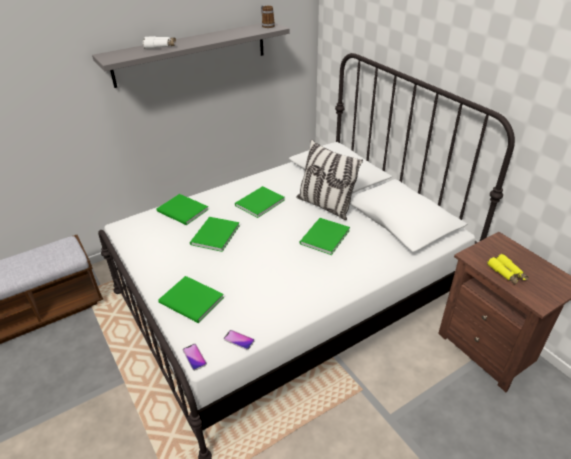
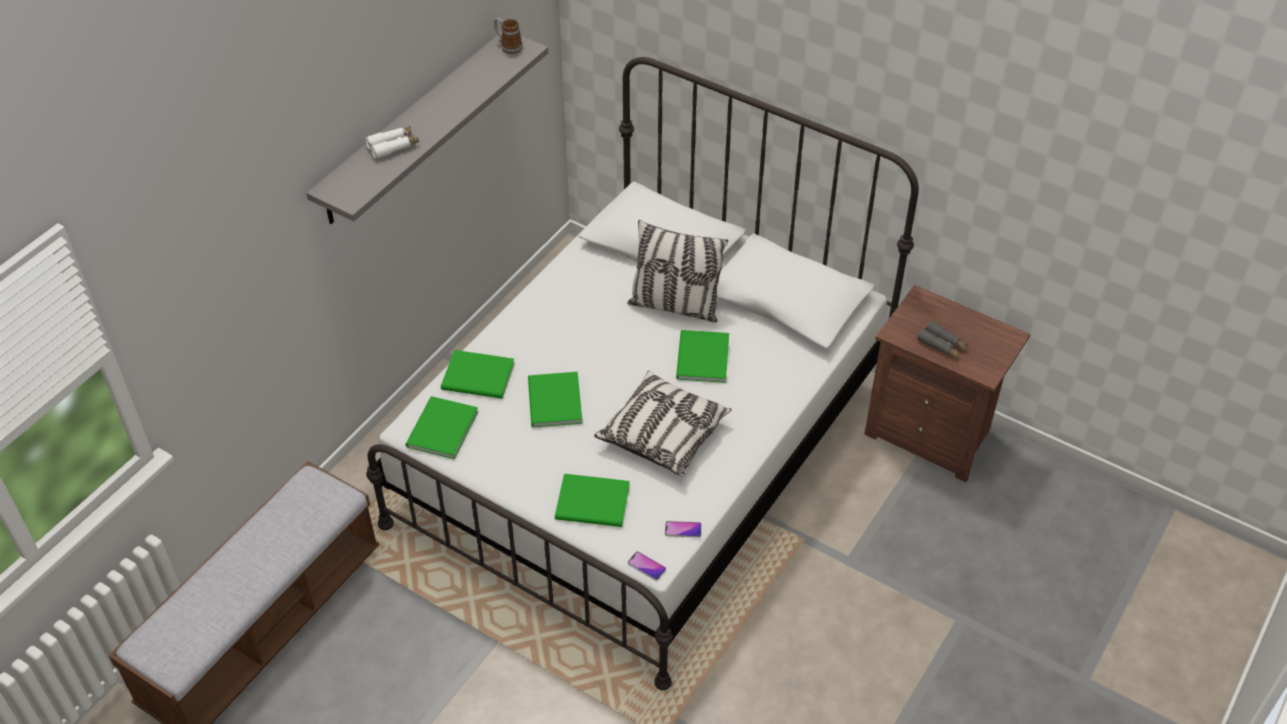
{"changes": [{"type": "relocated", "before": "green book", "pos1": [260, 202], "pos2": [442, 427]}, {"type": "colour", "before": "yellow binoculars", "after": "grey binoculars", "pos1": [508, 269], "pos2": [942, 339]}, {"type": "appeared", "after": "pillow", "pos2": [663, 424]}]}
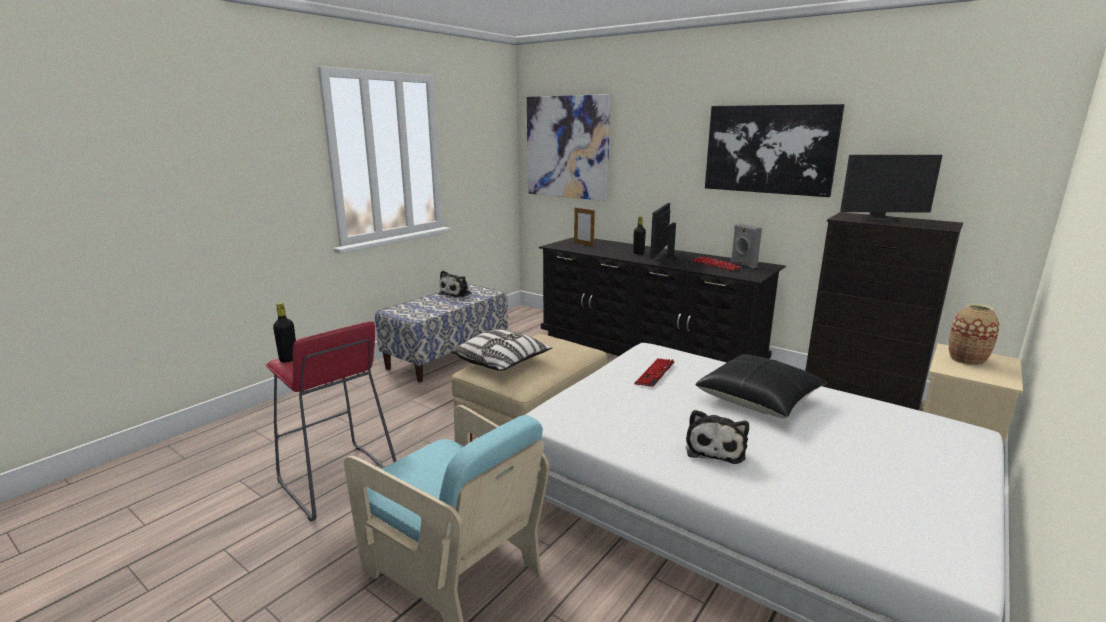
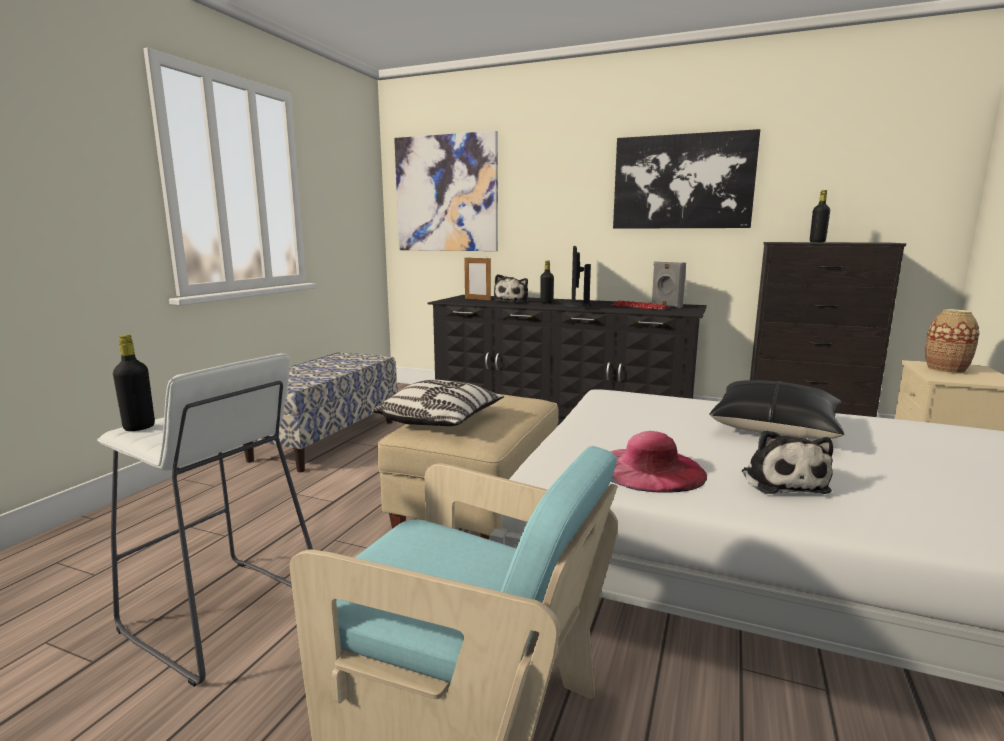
{"changes": [{"type": "colour", "before": "red stool", "after": "white stool", "pos1": [331, 421], "pos2": [205, 520]}, {"type": "relocated", "before": "plush toy", "pos1": [455, 284], "pos2": [511, 288]}, {"type": "missing", "before": "keyboard", "pos1": [654, 372]}, {"type": "exchanged", "before": "monitor", "after": "black bottle", "pos1": [891, 189], "pos2": [820, 216]}, {"type": "appeared", "after": "pink hat", "pos2": [658, 462]}]}
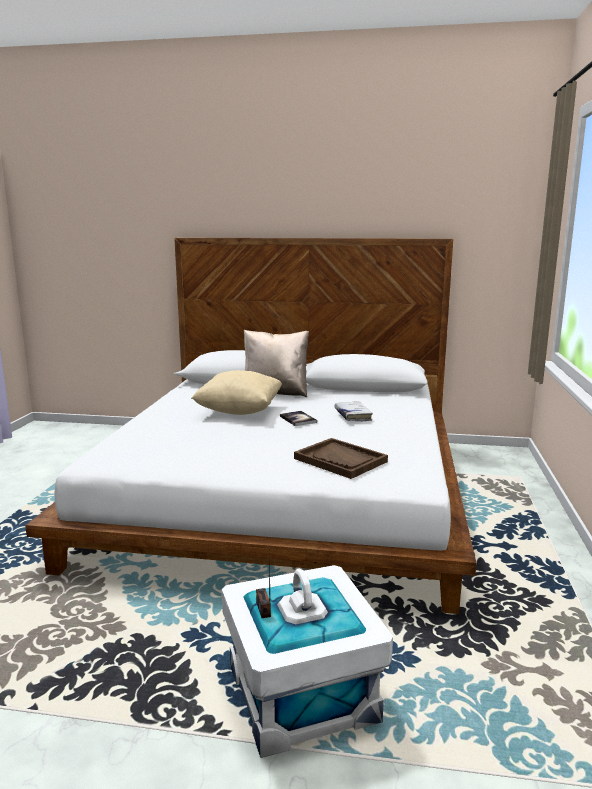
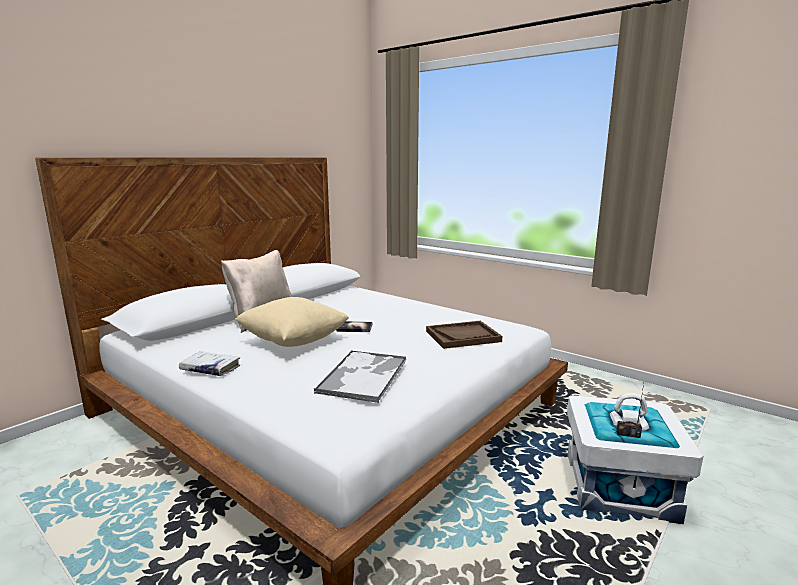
{"changes": [{"type": "relocated", "before": "white book", "pos1": [353, 411], "pos2": [209, 363]}, {"type": "appeared", "after": "tray", "pos2": [360, 377]}]}
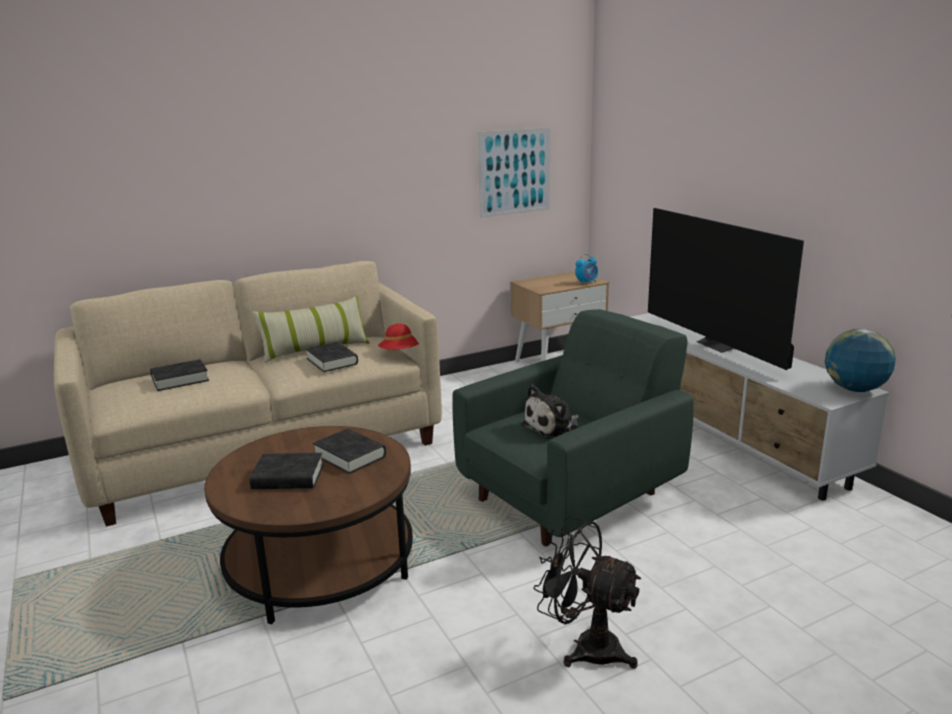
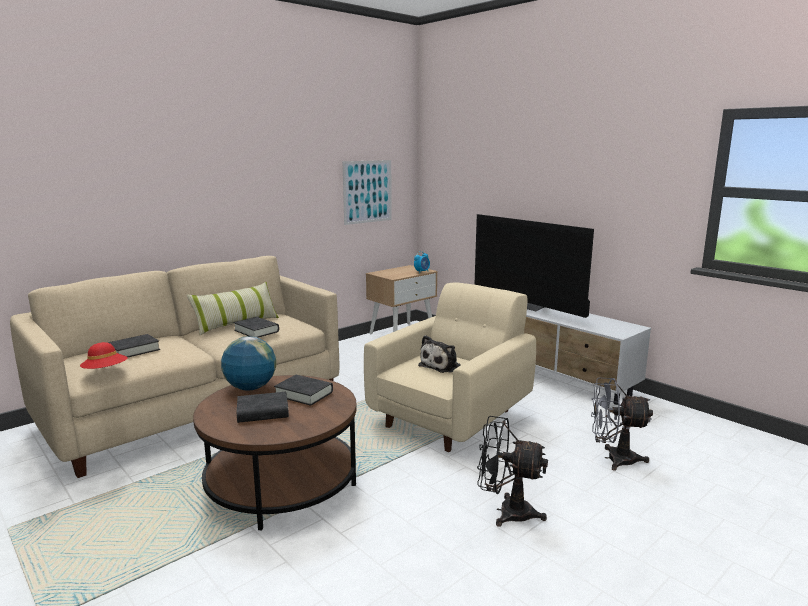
{"changes": [{"type": "relocated", "before": "red hat", "pos1": [398, 336], "pos2": [104, 355]}, {"type": "colour", "before": "green armchair", "after": "beige armchair", "pos1": [573, 427], "pos2": [450, 367]}, {"type": "relocated", "before": "globe", "pos1": [860, 360], "pos2": [248, 363]}, {"type": "appeared", "after": "grey fan", "pos2": [622, 424]}]}
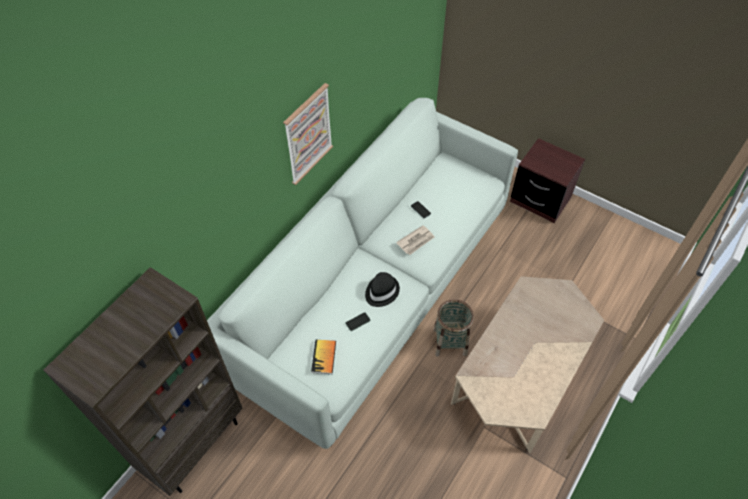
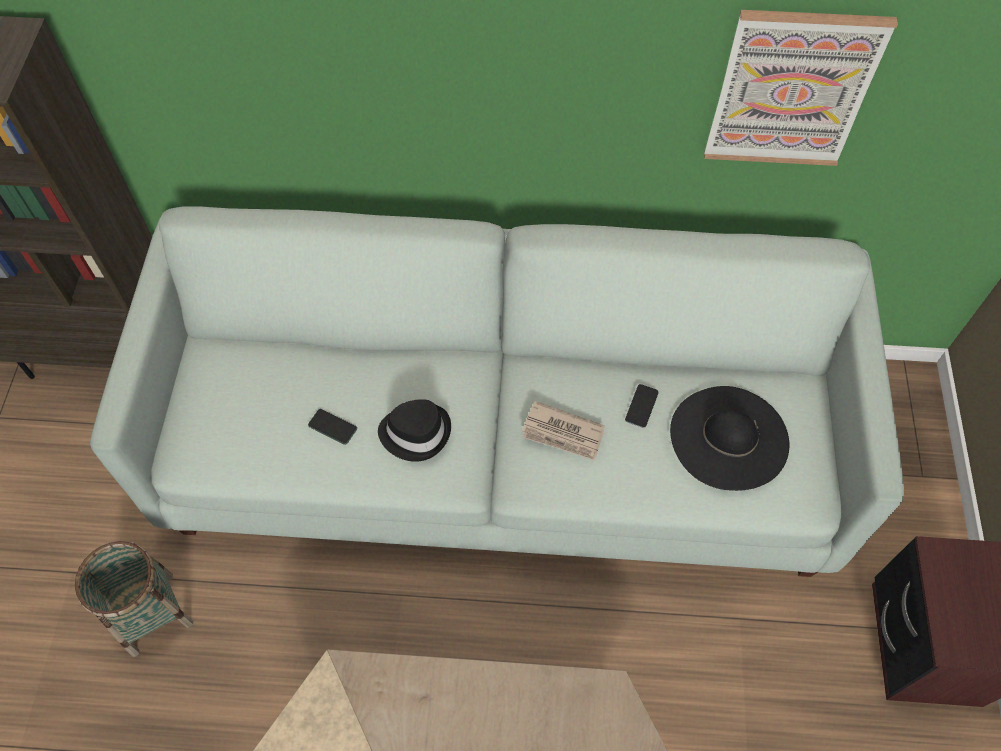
{"changes": [{"type": "relocated", "before": "picture", "pos1": [308, 134], "pos2": [801, 88]}, {"type": "missing", "before": "book", "pos1": [323, 356]}, {"type": "relocated", "before": "basket", "pos1": [454, 328], "pos2": [134, 599]}, {"type": "appeared", "after": "black hat", "pos2": [729, 438]}]}
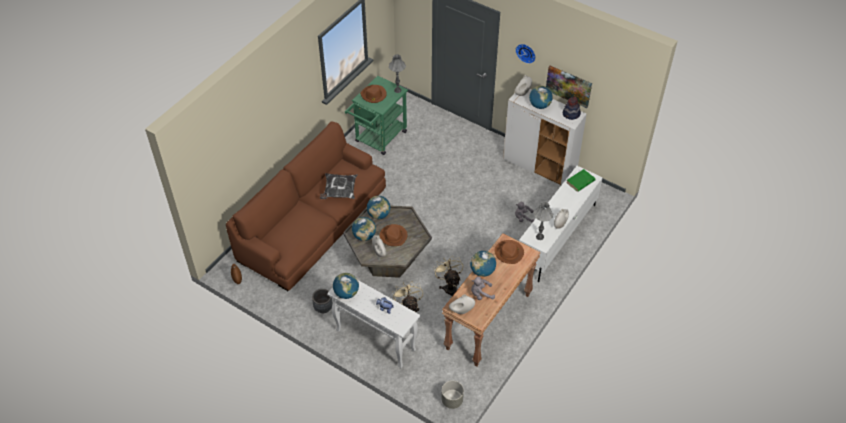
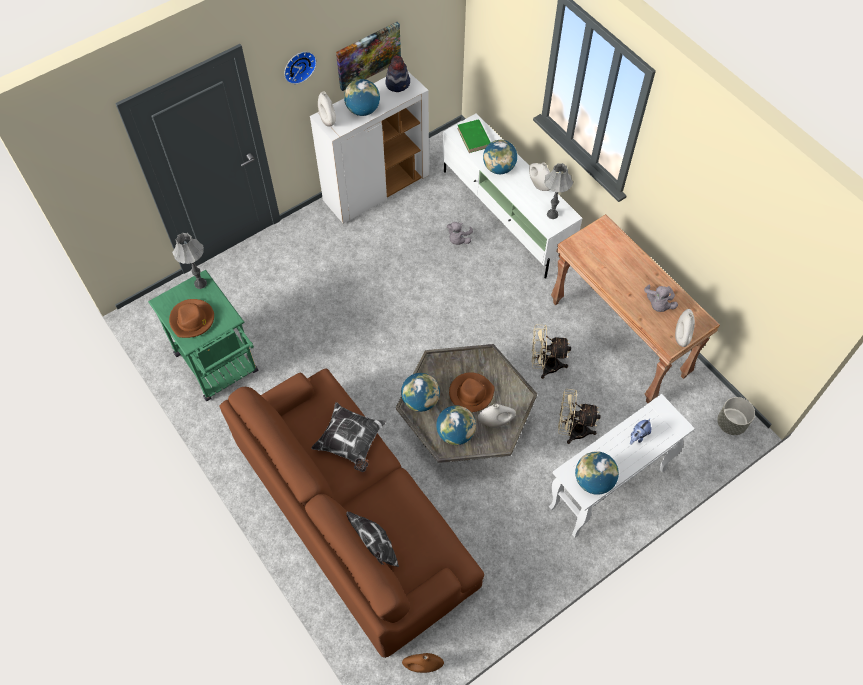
{"changes": [{"type": "missing", "before": "grey planter", "pos1": [322, 301]}, {"type": "relocated", "before": "globe", "pos1": [483, 264], "pos2": [500, 157]}, {"type": "missing", "before": "brown hat", "pos1": [509, 252]}, {"type": "appeared", "after": "pillow", "pos2": [372, 539]}]}
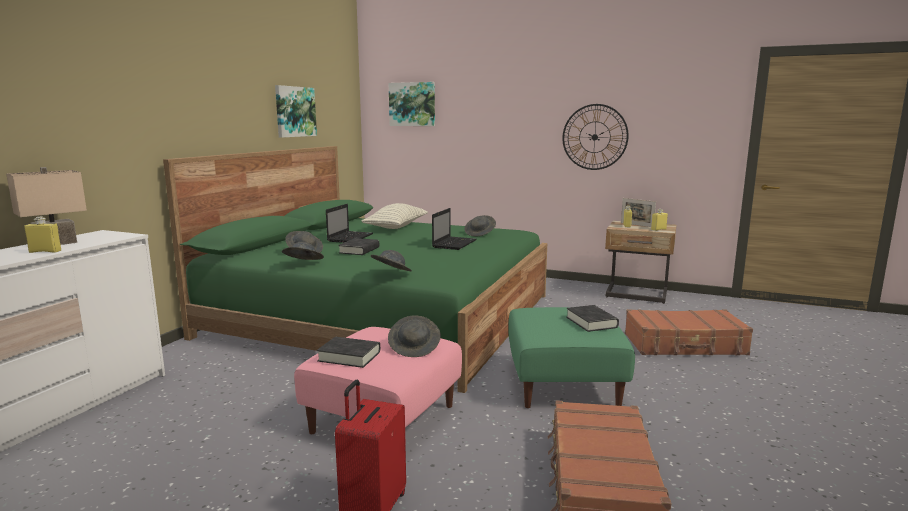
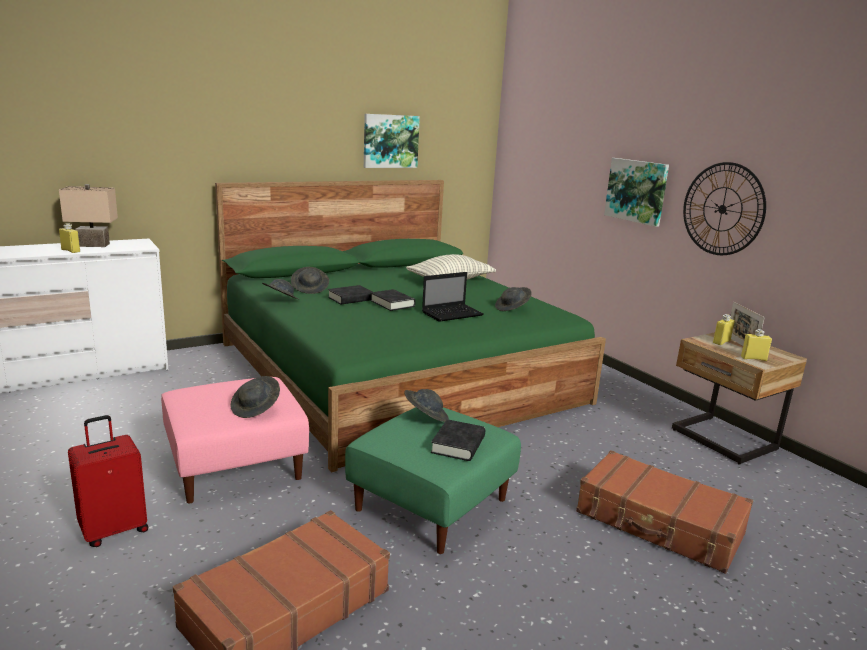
{"changes": [{"type": "relocated", "before": "black book", "pos1": [348, 352], "pos2": [393, 300]}, {"type": "missing", "before": "laptop", "pos1": [349, 223]}, {"type": "relocated", "before": "grey hat", "pos1": [391, 260], "pos2": [426, 405]}, {"type": "relocated", "before": "picture", "pos1": [412, 104], "pos2": [636, 192]}]}
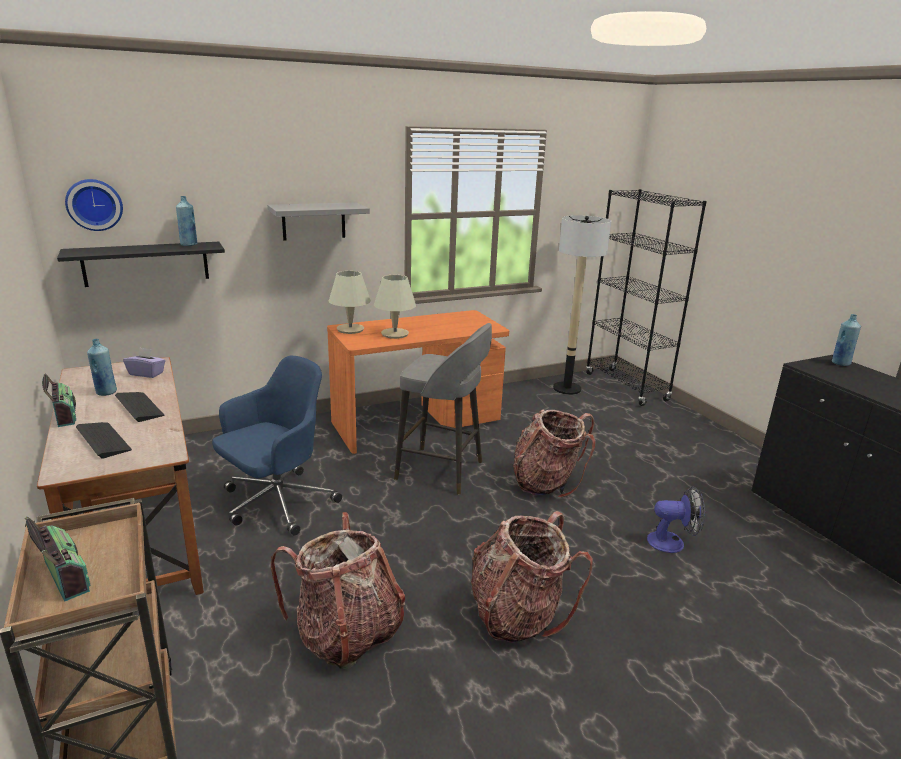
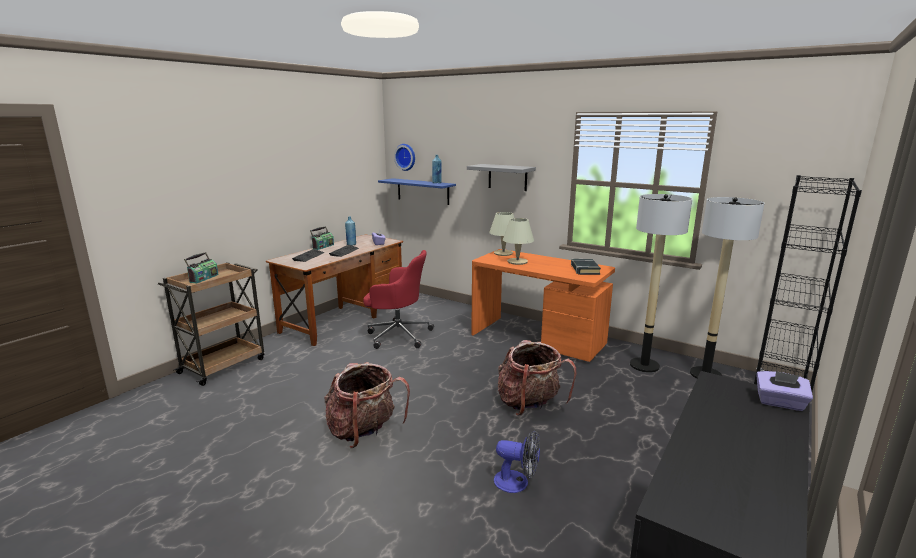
{"changes": [{"type": "colour", "before": "black shelf", "after": "blue shelf", "pos1": [141, 264], "pos2": [417, 191]}, {"type": "colour", "before": "blue office chair", "after": "red office chair", "pos1": [277, 445], "pos2": [398, 299]}, {"type": "missing", "before": "backpack", "pos1": [338, 590]}, {"type": "missing", "before": "grey stool", "pos1": [443, 409]}, {"type": "spun", "before": "fan", "pos1": [676, 520], "pos2": [517, 461], "turn": -45}, {"type": "exchanged", "before": "blue bottle", "after": "purple tissue box", "pos1": [846, 340], "pos2": [784, 391]}, {"type": "appeared", "after": "black book", "pos2": [586, 267]}, {"type": "appeared", "after": "floor lamp", "pos2": [661, 283]}]}
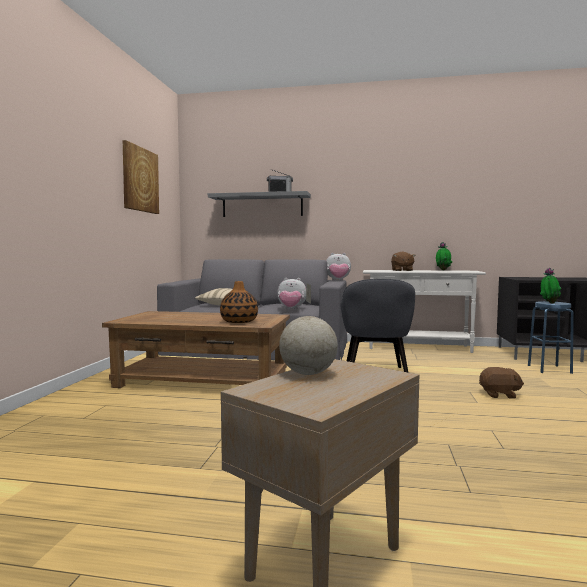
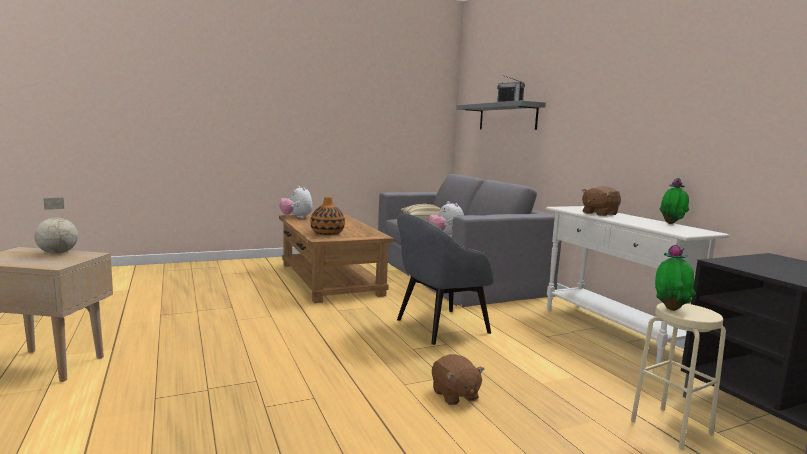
{"changes": [{"type": "missing", "before": "picture", "pos1": [141, 177]}, {"type": "relocated", "before": "plush toy", "pos1": [338, 267], "pos2": [296, 202]}, {"type": "colour", "before": "blue stool", "after": "beige stool", "pos1": [551, 337], "pos2": [678, 376]}]}
